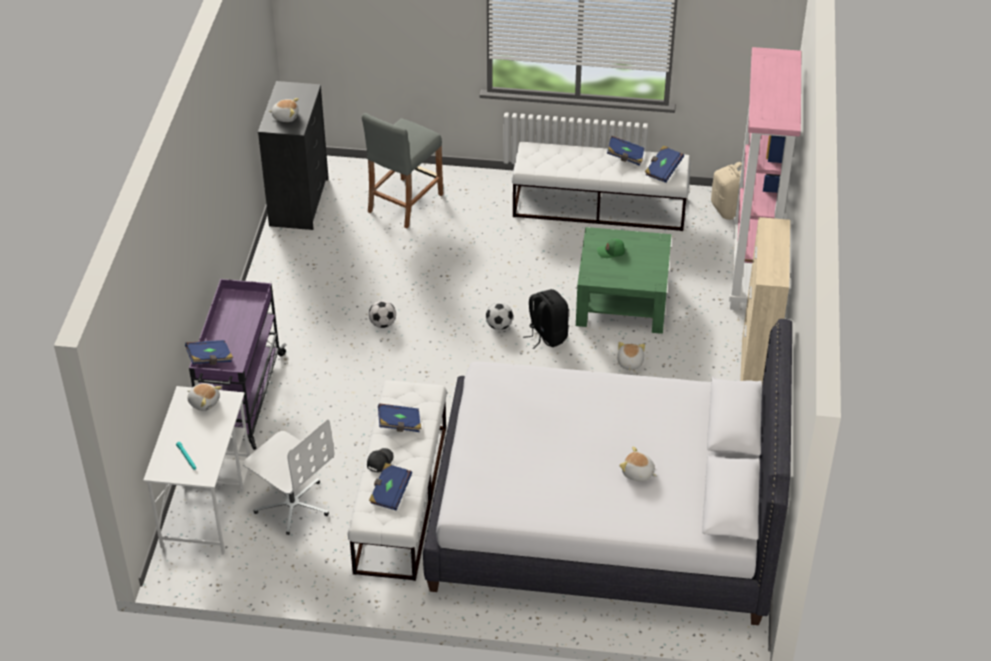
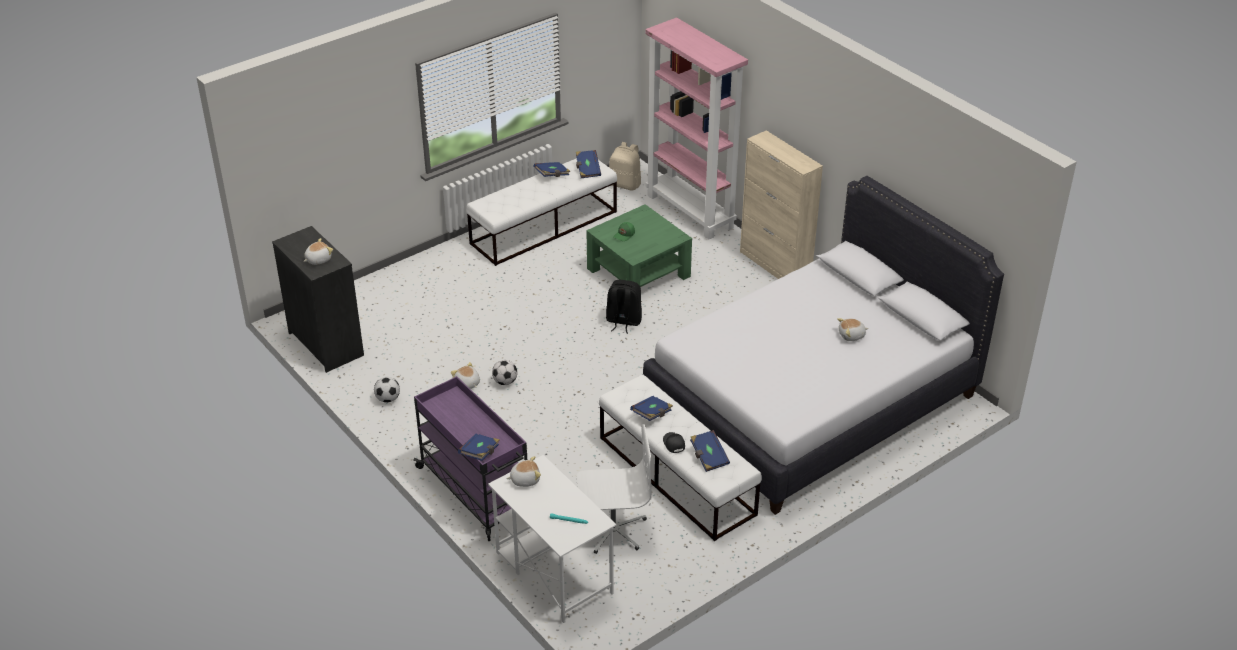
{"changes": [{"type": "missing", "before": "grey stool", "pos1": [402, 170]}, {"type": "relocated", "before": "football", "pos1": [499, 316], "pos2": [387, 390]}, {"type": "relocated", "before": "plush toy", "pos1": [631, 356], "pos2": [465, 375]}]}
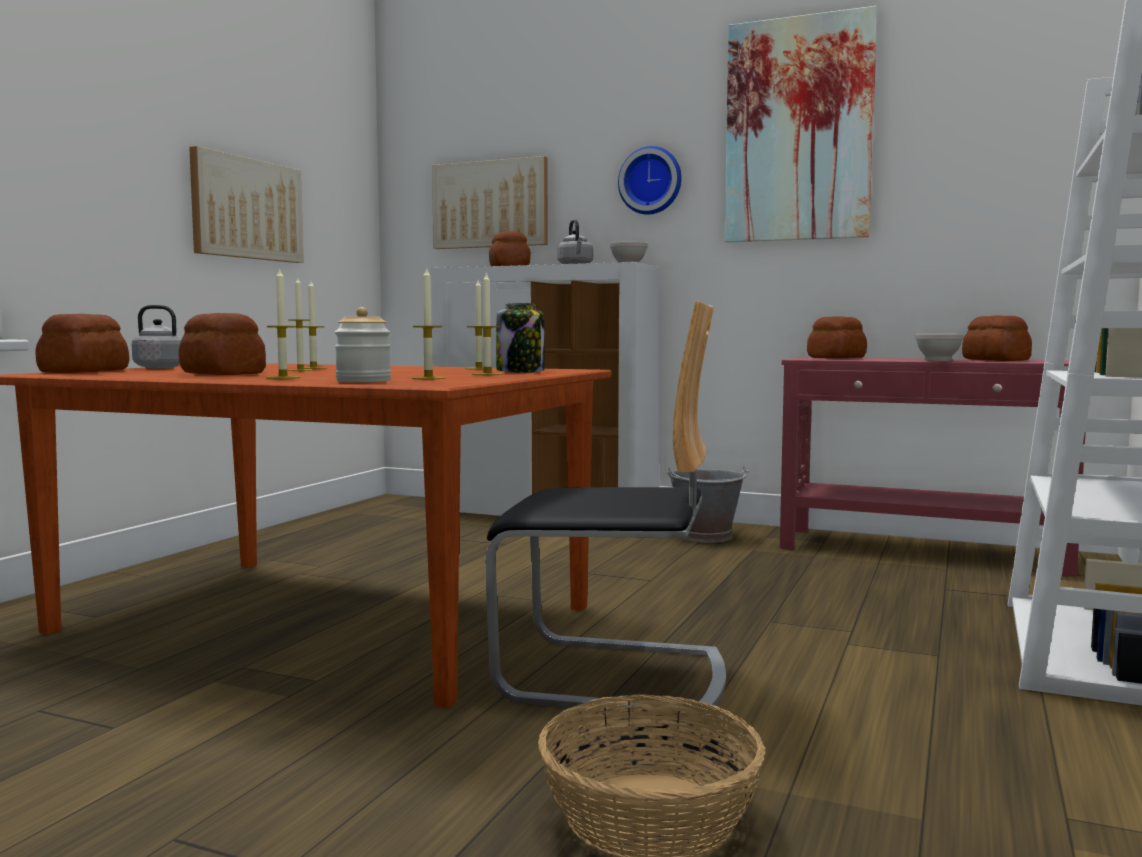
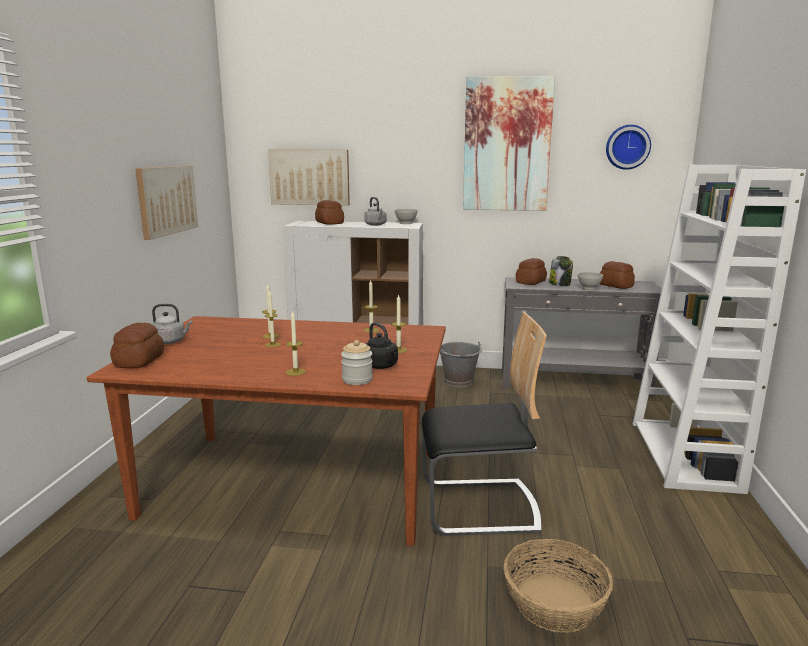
{"changes": [{"type": "missing", "before": "bread", "pos1": [222, 344]}, {"type": "exchanged", "before": "candle", "after": "black kettle", "pos1": [428, 323], "pos2": [382, 345]}, {"type": "relocated", "before": "jar", "pos1": [520, 338], "pos2": [561, 271]}, {"type": "relocated", "before": "wall clock", "pos1": [650, 180], "pos2": [628, 147]}, {"type": "colour", "before": "red console table", "after": "grey console table", "pos1": [933, 466], "pos2": [582, 337]}]}
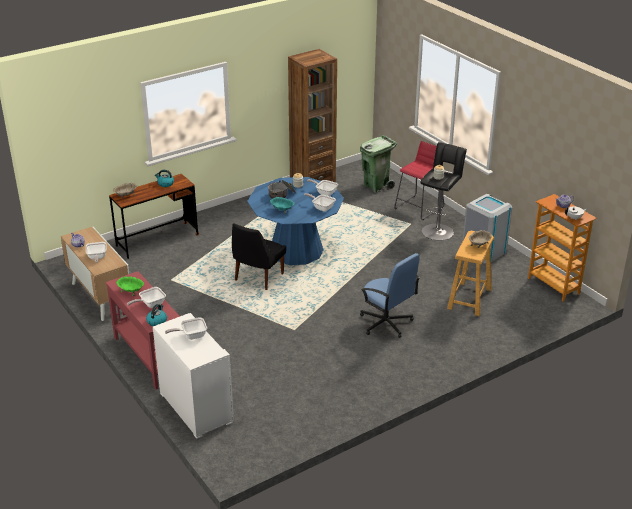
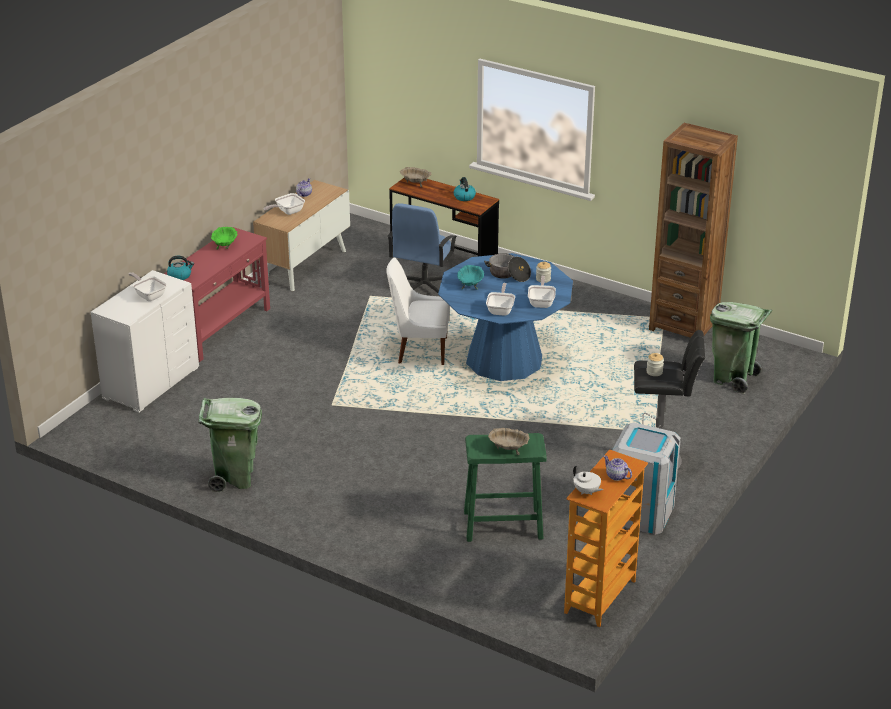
{"changes": [{"type": "missing", "before": "frying pan", "pos1": [146, 297]}, {"type": "colour", "before": "black chair", "after": "white chair", "pos1": [259, 256], "pos2": [418, 311]}, {"type": "relocated", "before": "blue office chair", "pos1": [390, 295], "pos2": [422, 248]}, {"type": "missing", "before": "red stool", "pos1": [419, 180]}, {"type": "colour", "before": "beige stool", "after": "green stool", "pos1": [470, 273], "pos2": [505, 487]}, {"type": "appeared", "after": "green trash can", "pos2": [230, 445]}]}
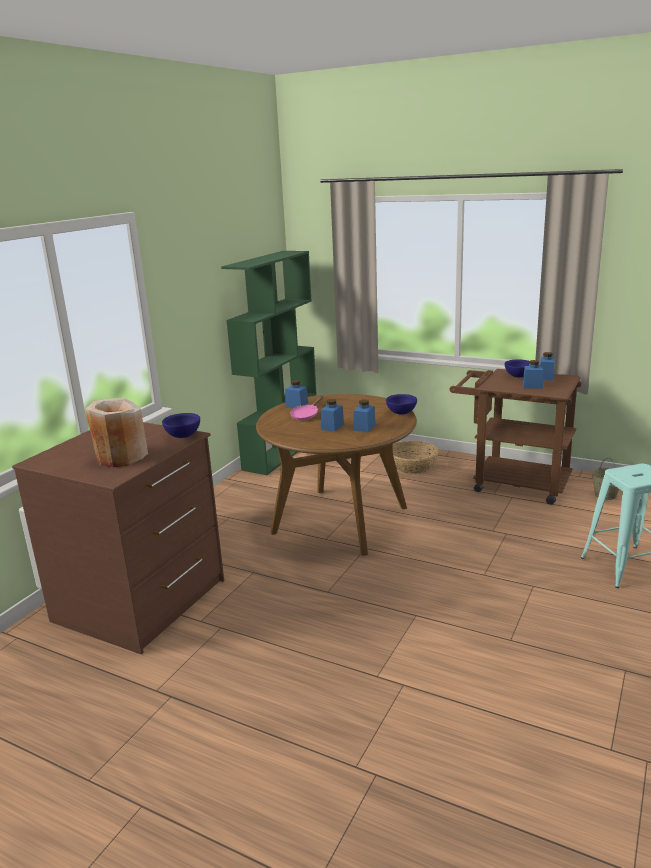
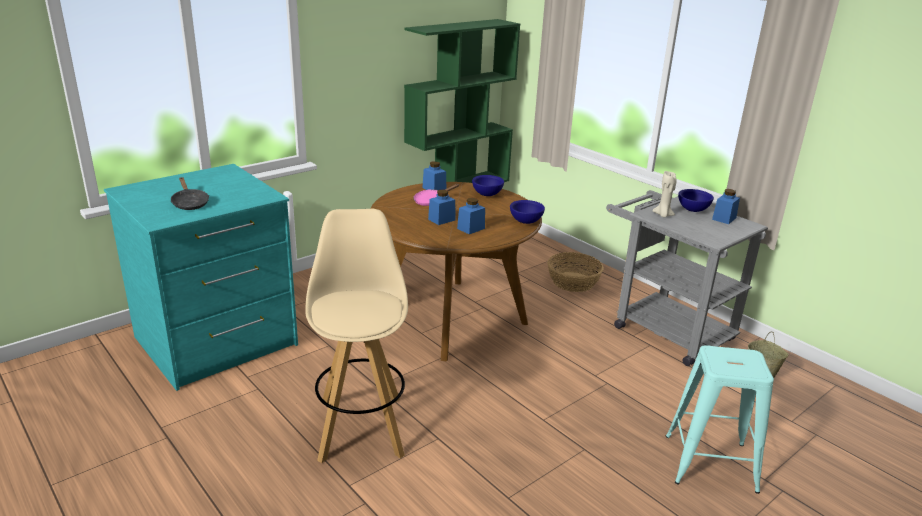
{"changes": [{"type": "colour", "before": "brown dresser", "after": "turquoise dresser", "pos1": [118, 538], "pos2": [201, 277]}, {"type": "exchanged", "before": "beige vase", "after": "black frying pan", "pos1": [117, 432], "pos2": [190, 193]}, {"type": "relocated", "before": "blue bowl", "pos1": [181, 425], "pos2": [488, 185]}, {"type": "colour", "before": "brown cart", "after": "grey cart", "pos1": [515, 437], "pos2": [687, 278]}, {"type": "missing", "before": "blue jar", "pos1": [533, 374]}, {"type": "appeared", "after": "beige stool", "pos2": [357, 336]}, {"type": "appeared", "after": "beige candle", "pos2": [665, 194]}]}
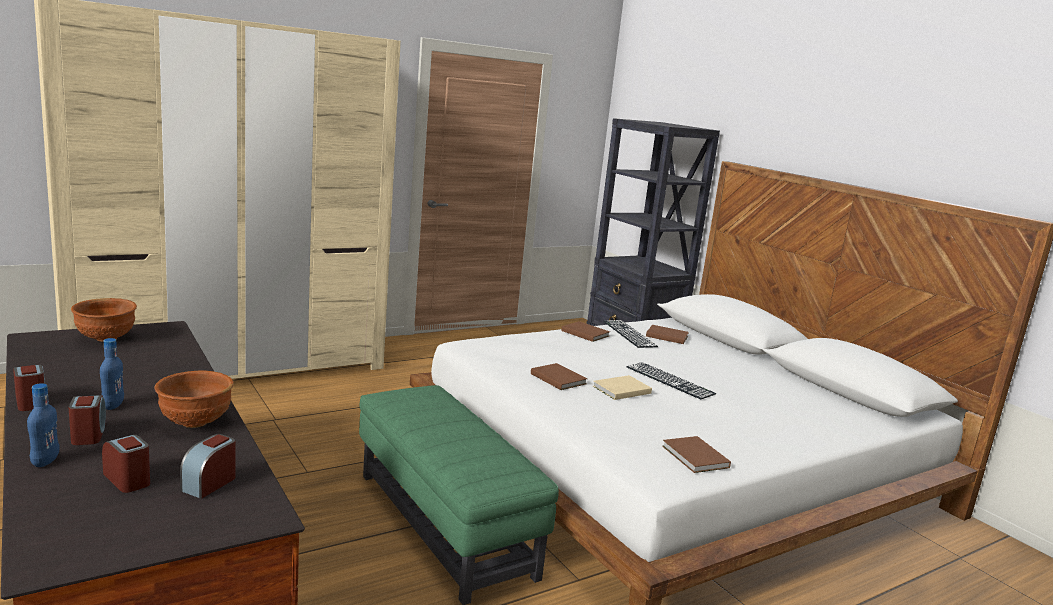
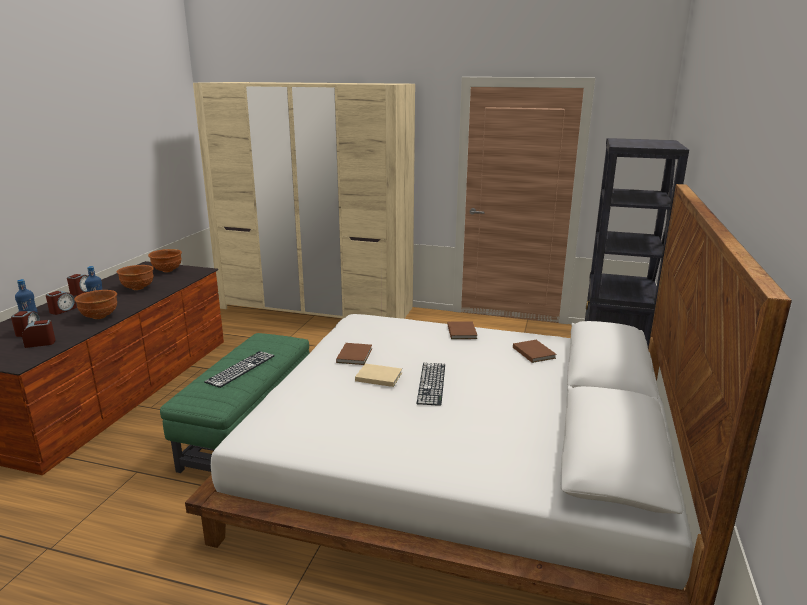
{"changes": [{"type": "relocated", "before": "keyboard", "pos1": [630, 334], "pos2": [239, 369]}, {"type": "missing", "before": "brown book", "pos1": [696, 454]}, {"type": "appeared", "after": "brown bowl", "pos2": [135, 277]}]}
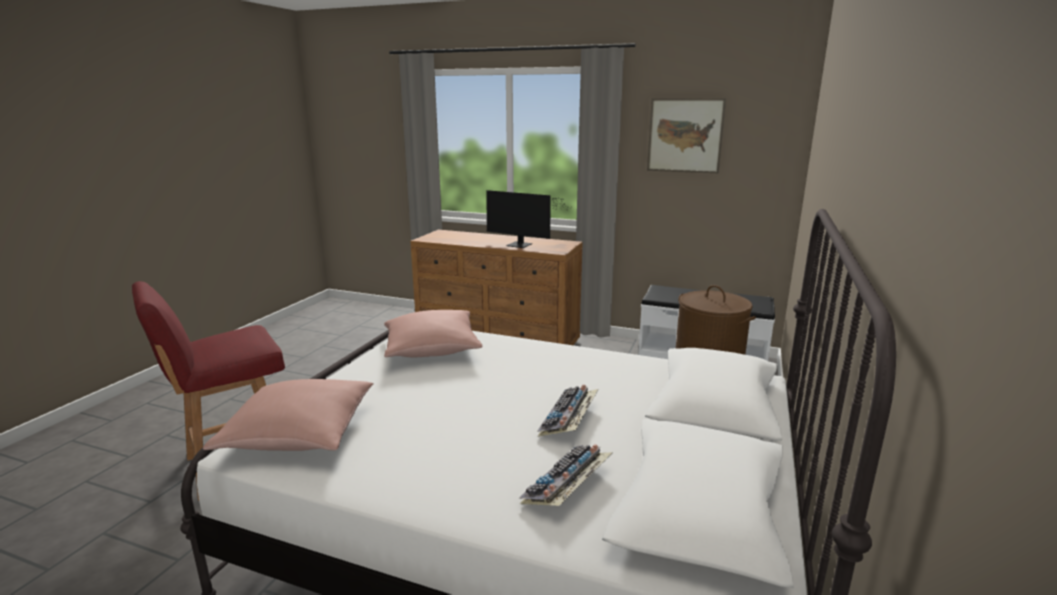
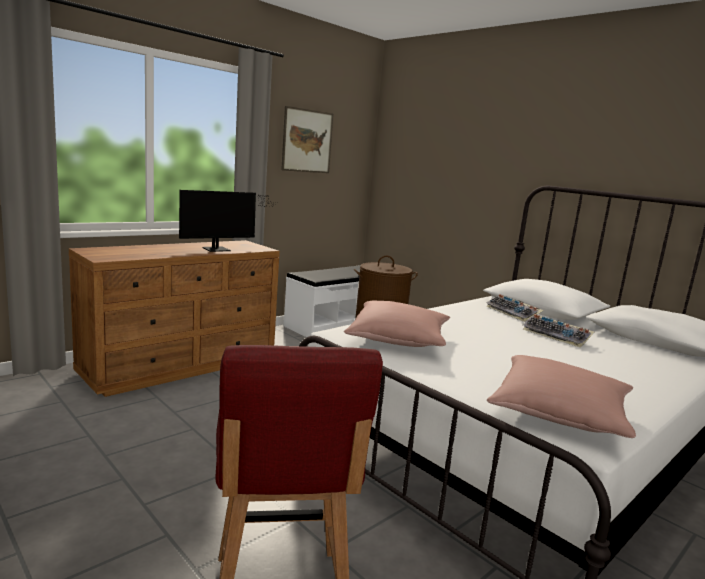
{"changes": [{"type": "relocated", "before": "keyboard", "pos1": [565, 475], "pos2": [515, 308]}]}
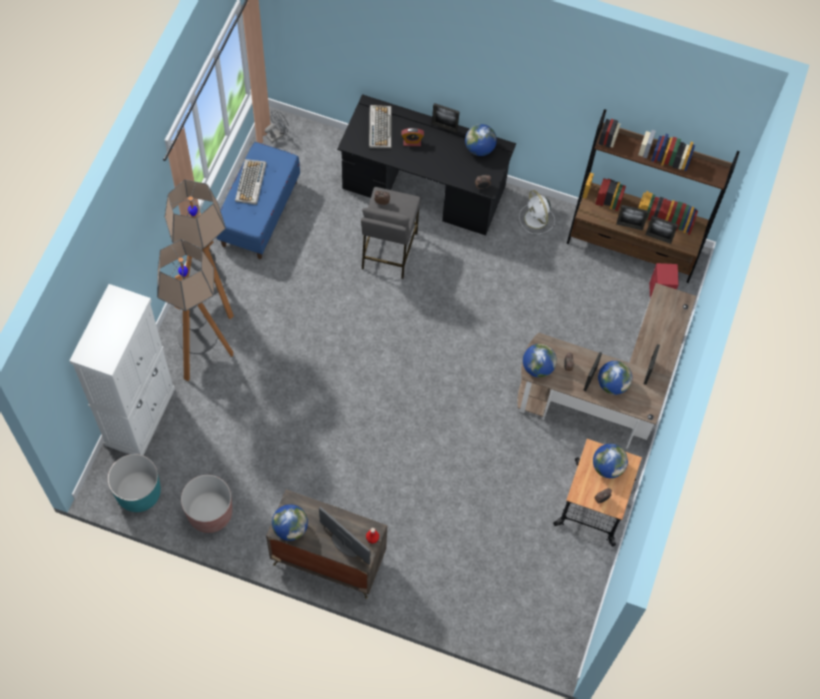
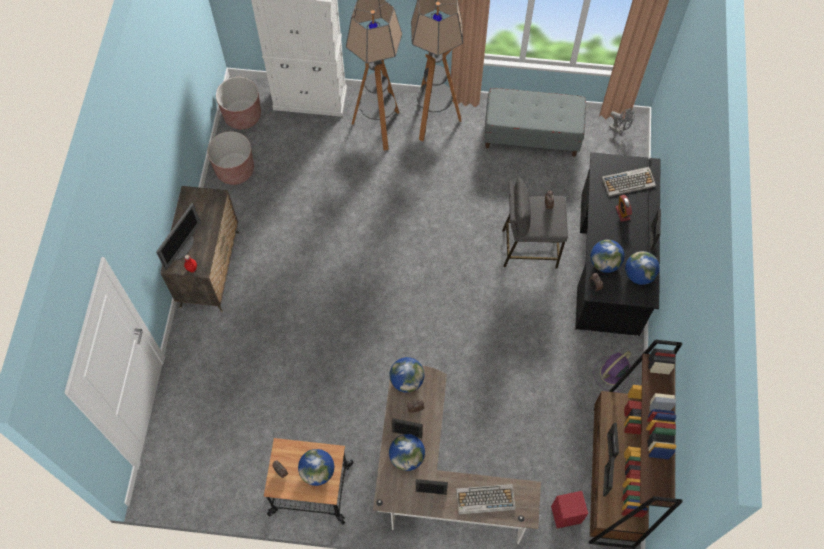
{"changes": [{"type": "colour", "before": "turquoise planter", "after": "brown planter", "pos1": [134, 483], "pos2": [238, 103]}, {"type": "colour", "before": "blue bench", "after": "grey bench", "pos1": [258, 200], "pos2": [535, 122]}, {"type": "relocated", "before": "keyboard", "pos1": [250, 182], "pos2": [486, 499]}, {"type": "relocated", "before": "globe", "pos1": [290, 522], "pos2": [607, 256]}, {"type": "colour", "before": "white fan", "after": "purple fan", "pos1": [537, 212], "pos2": [612, 371]}]}
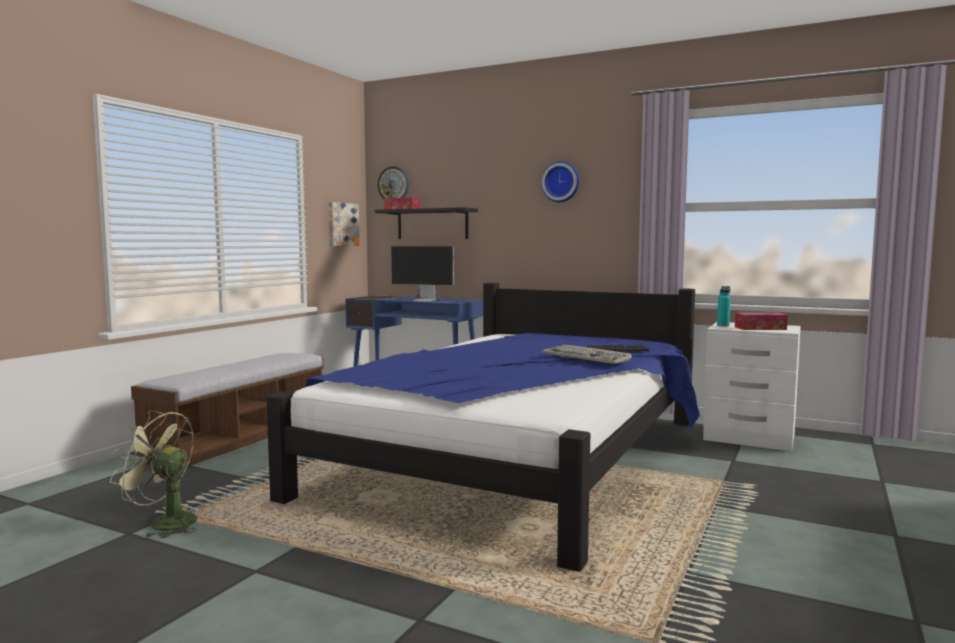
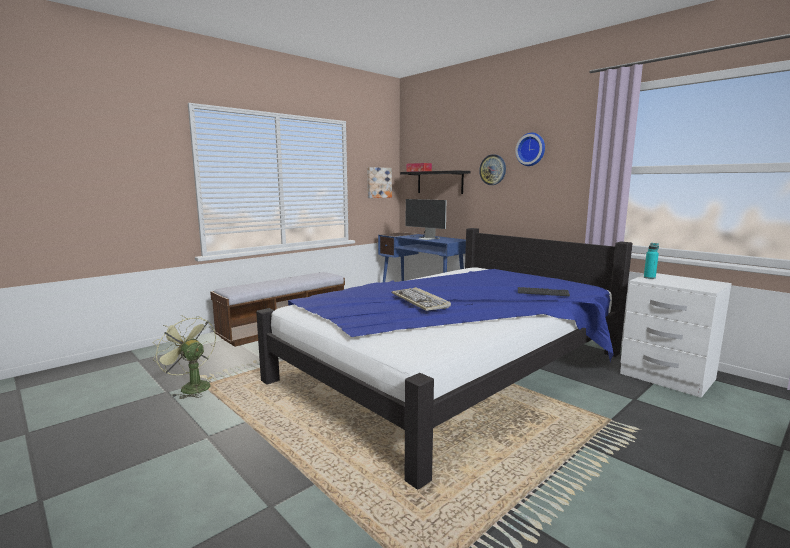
{"changes": [{"type": "relocated", "before": "wall clock", "pos1": [393, 182], "pos2": [492, 169]}, {"type": "relocated", "before": "keyboard", "pos1": [587, 354], "pos2": [421, 299]}, {"type": "missing", "before": "tissue box", "pos1": [761, 321]}]}
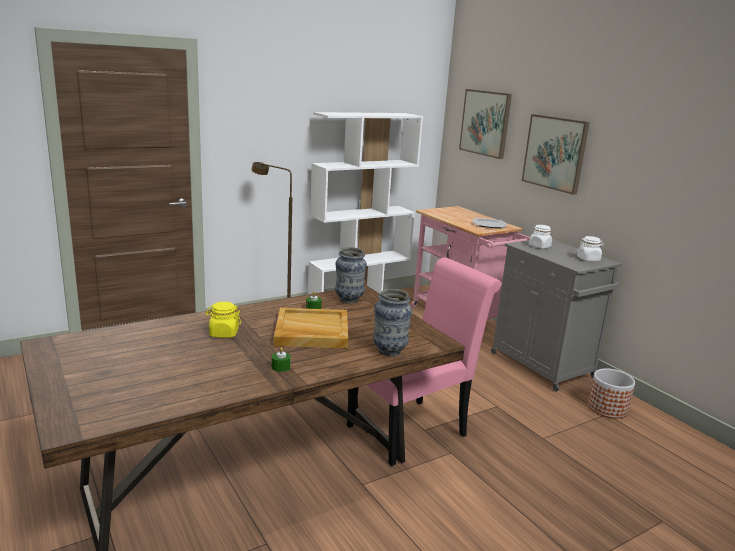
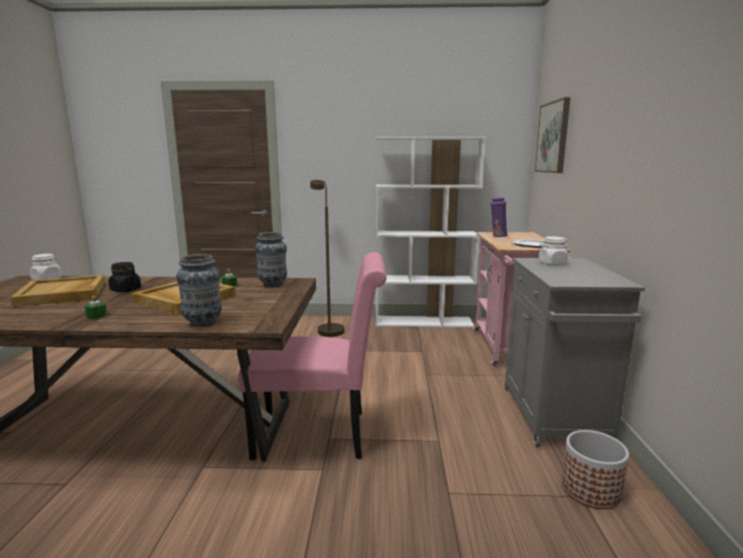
{"changes": [{"type": "colour", "before": "yellow jar", "after": "black jar", "pos1": [223, 320], "pos2": [125, 277]}, {"type": "missing", "before": "picture", "pos1": [556, 154]}, {"type": "relocated", "before": "white jar", "pos1": [590, 248], "pos2": [46, 267]}, {"type": "appeared", "after": "beige tray", "pos2": [57, 291]}, {"type": "appeared", "after": "purple vase", "pos2": [499, 217]}]}
